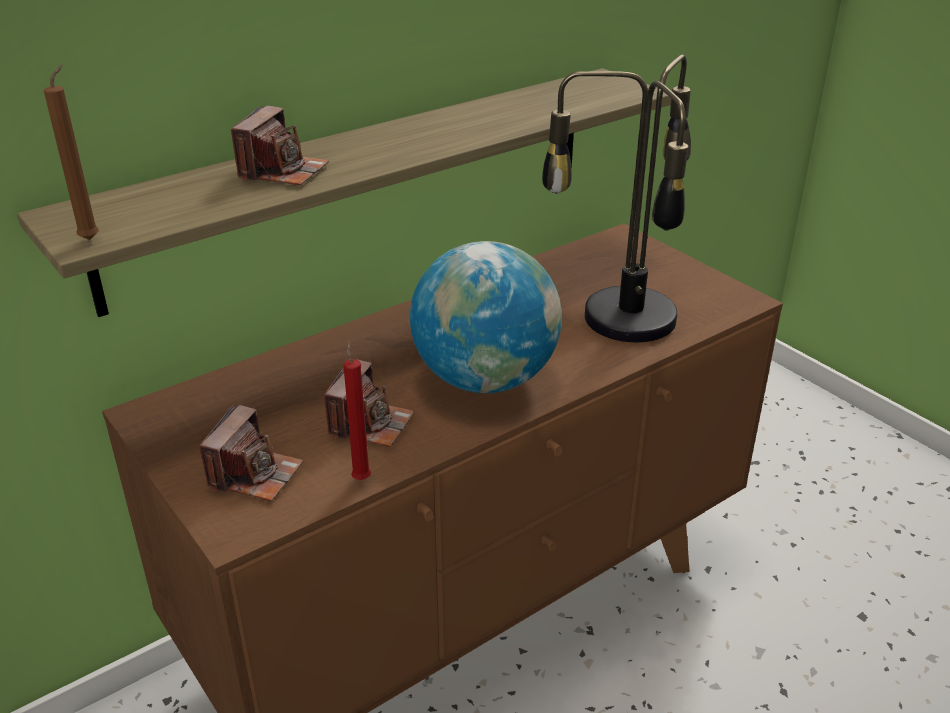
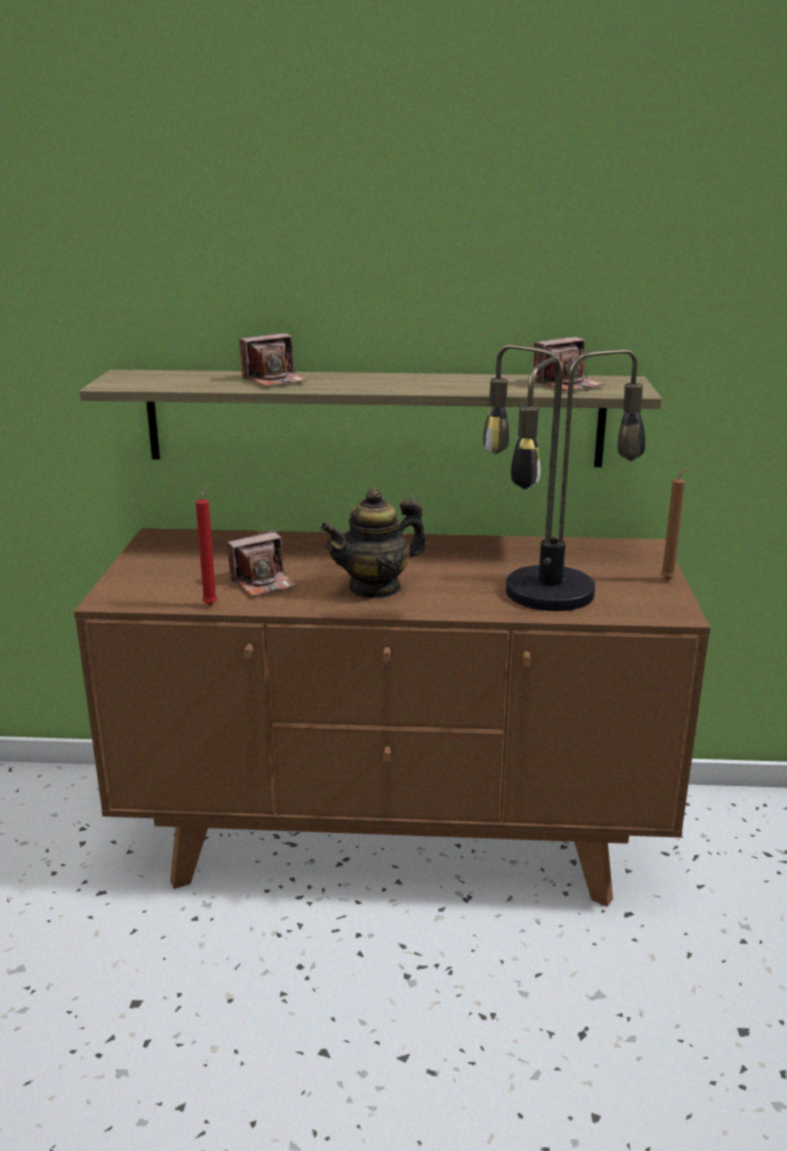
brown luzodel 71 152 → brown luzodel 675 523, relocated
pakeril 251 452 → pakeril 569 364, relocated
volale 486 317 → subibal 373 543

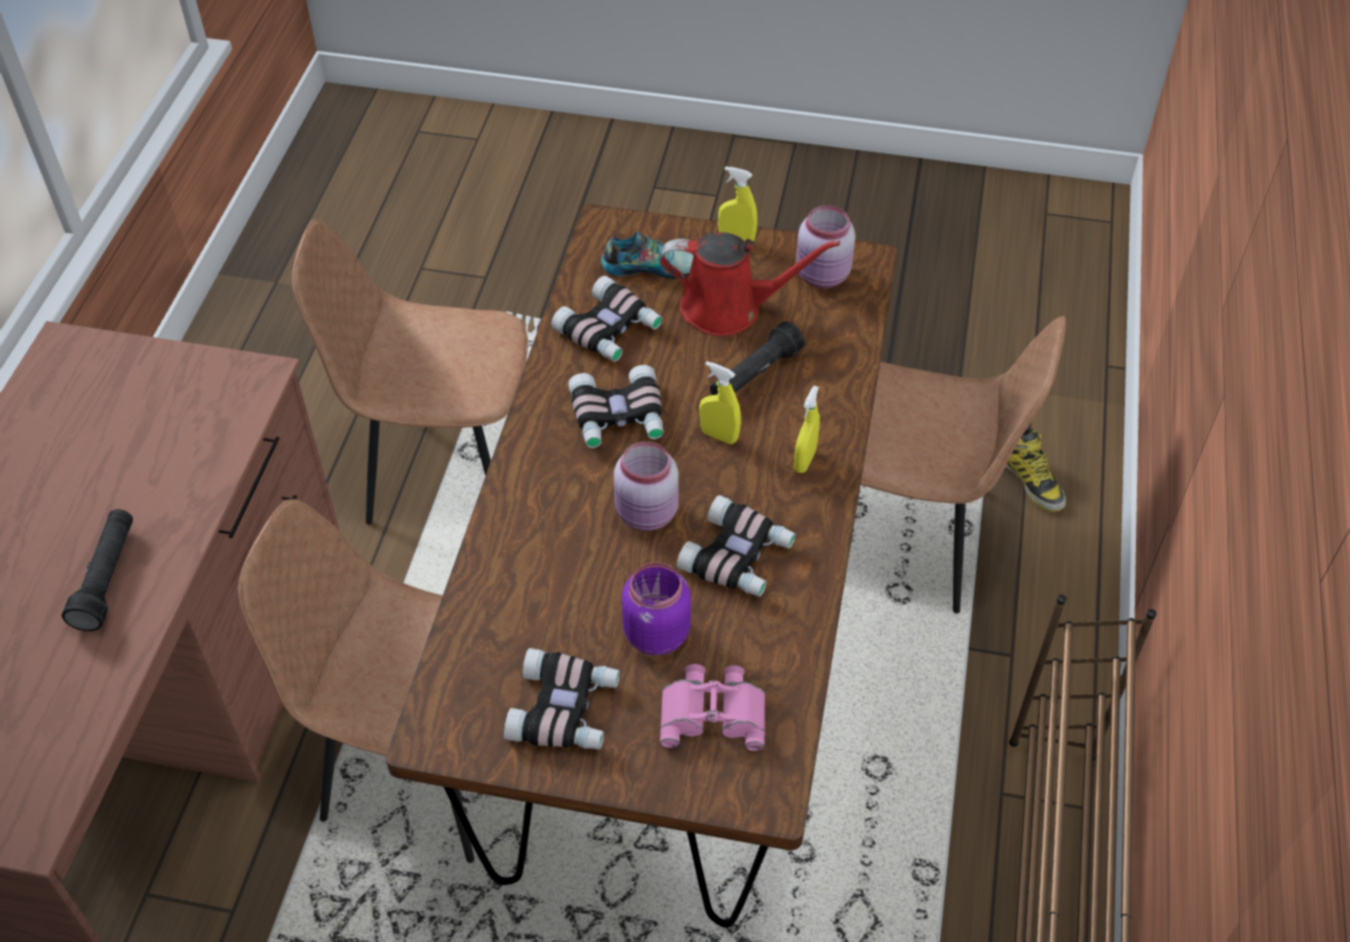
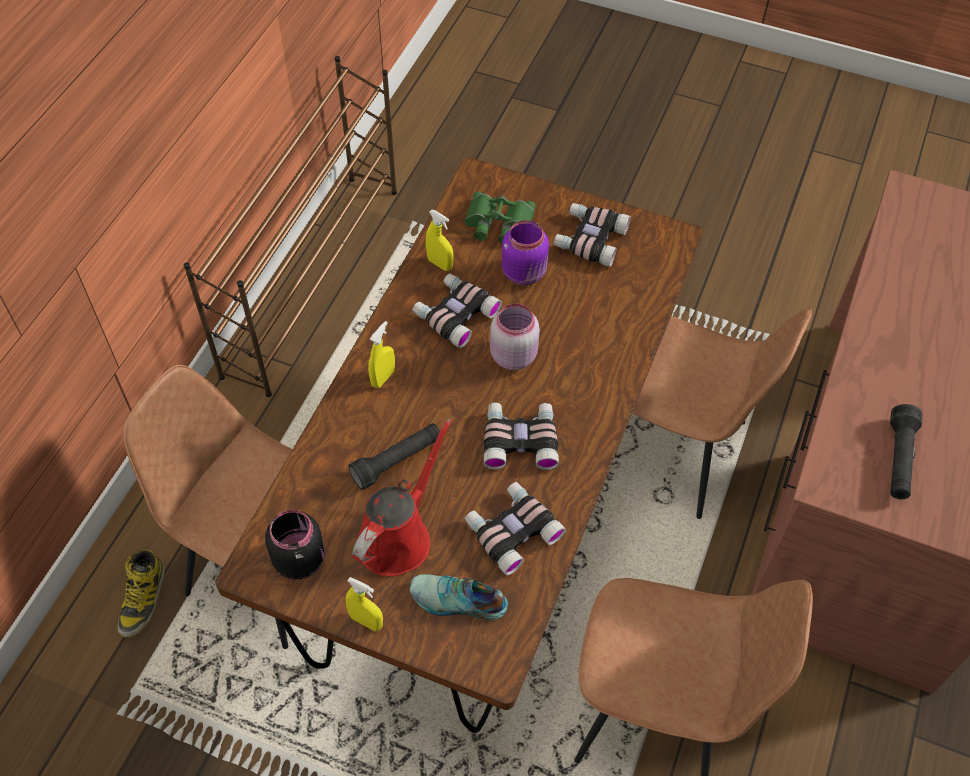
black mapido 97 570 → black mapido 906 451, relocated
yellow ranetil 720 402 → yellow ranetil 439 240, relocated
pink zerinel 712 707 → green zerinel 500 218
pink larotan 825 246 → black larotan 295 545
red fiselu 750 284 → red fiselu 402 497, 105 degrees clockwise
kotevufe 1035 469 → kotevufe 141 594, 150 degrees counterclockwise

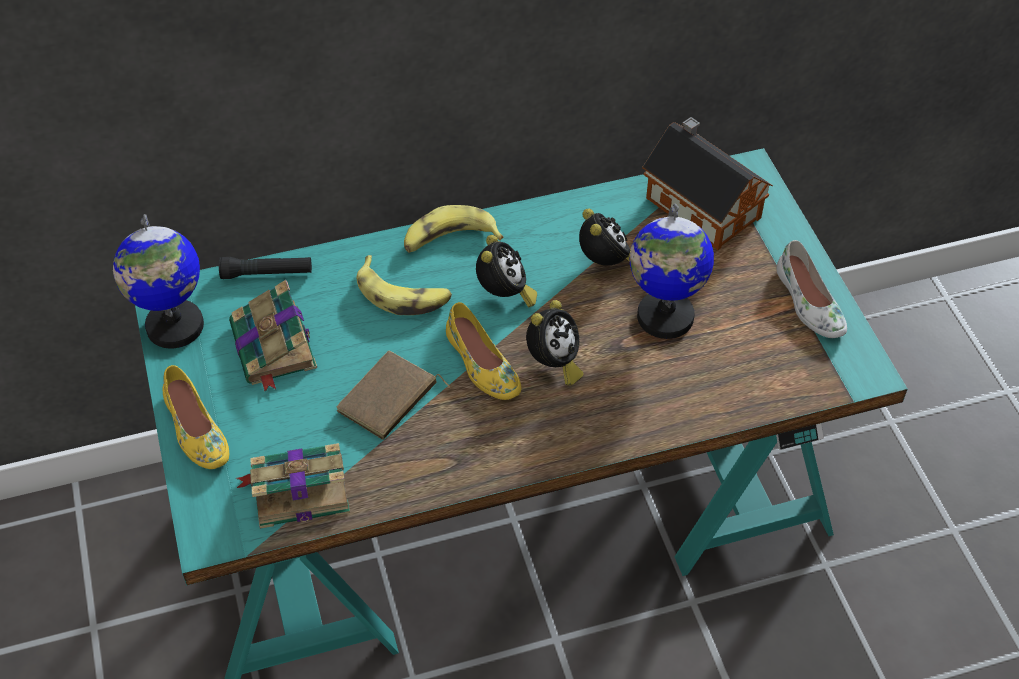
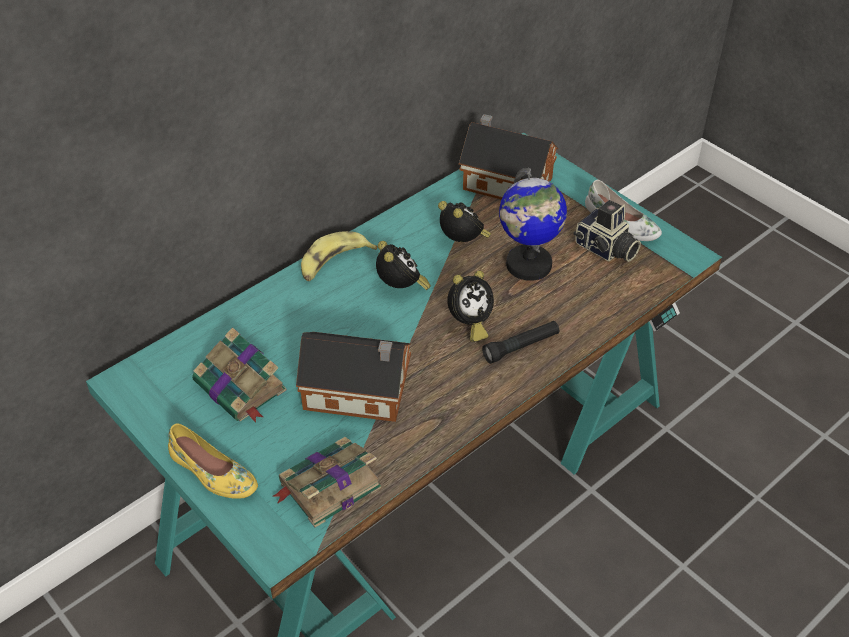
volale 158 281 → -
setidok 404 285 → -
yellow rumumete 483 351 → -
- → pakeril 607 231
black mapido 265 268 → black mapido 520 342, relocated
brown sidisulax 394 395 → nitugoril 353 377
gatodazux 555 342 → gatodazux 470 306, 45 degrees clockwise

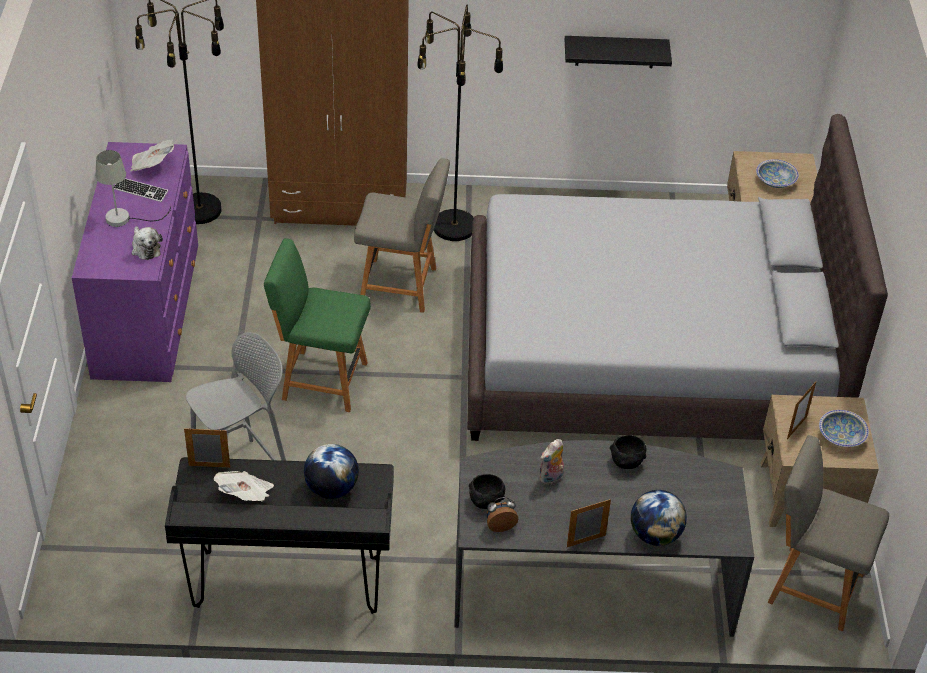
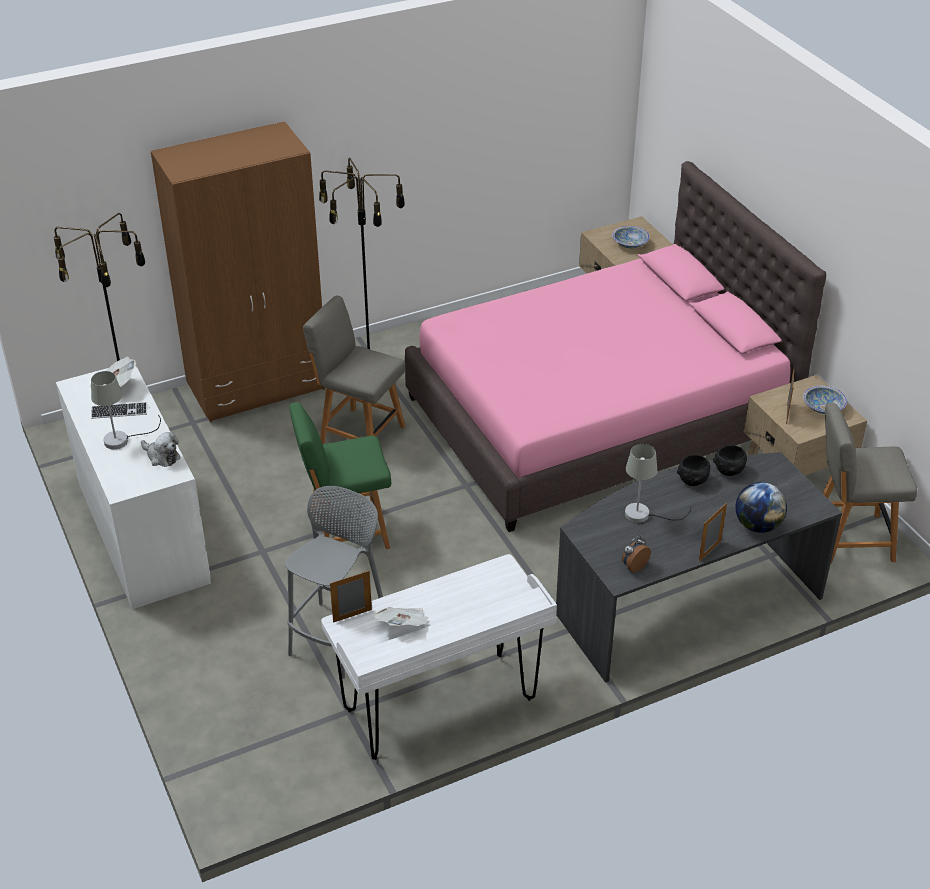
volale 331 471 → -
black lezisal 618 52 → -
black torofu 487 491 → black torofu 730 460, relocated
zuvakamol 551 461 → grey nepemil 658 483
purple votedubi 135 262 → white votedubi 133 487
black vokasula 279 535 → white vokasula 439 657
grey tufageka 677 277 → pink tufageka 615 346
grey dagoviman 402 235 → grey dagoviman 354 369, 135 degrees counterclockwise

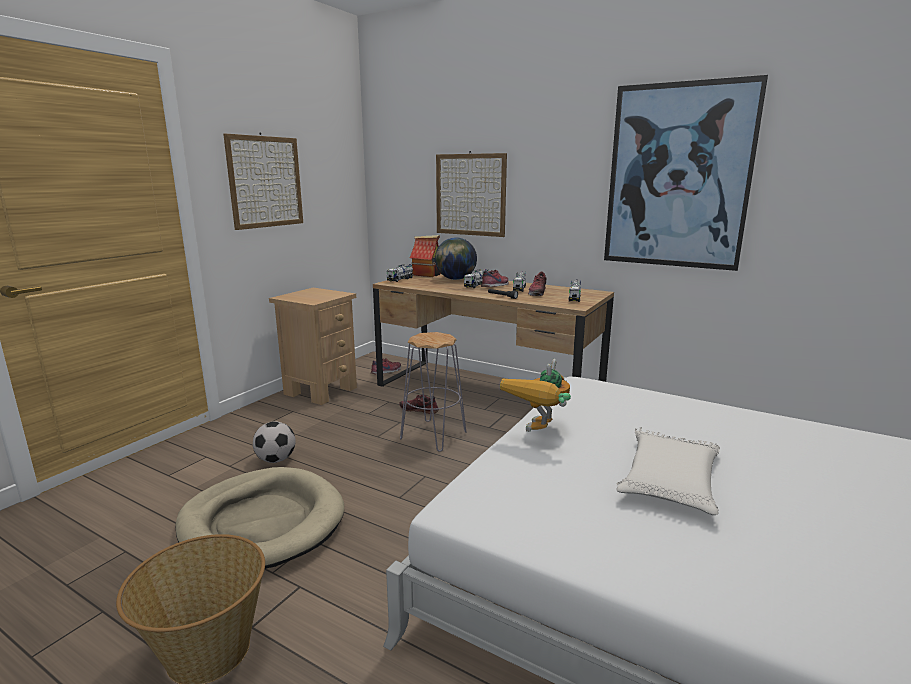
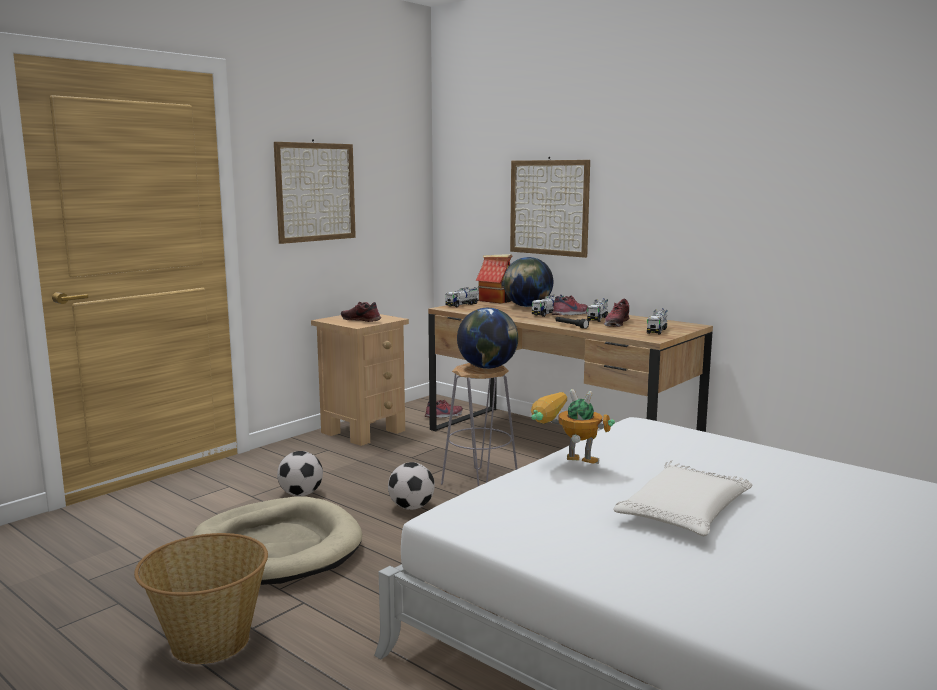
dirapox 686 173 → -
- → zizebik 411 486
- → volale 487 338
rumumete 419 404 → rumumete 361 312, relocated
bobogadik 535 395 → bobogadik 573 426, 75 degrees clockwise

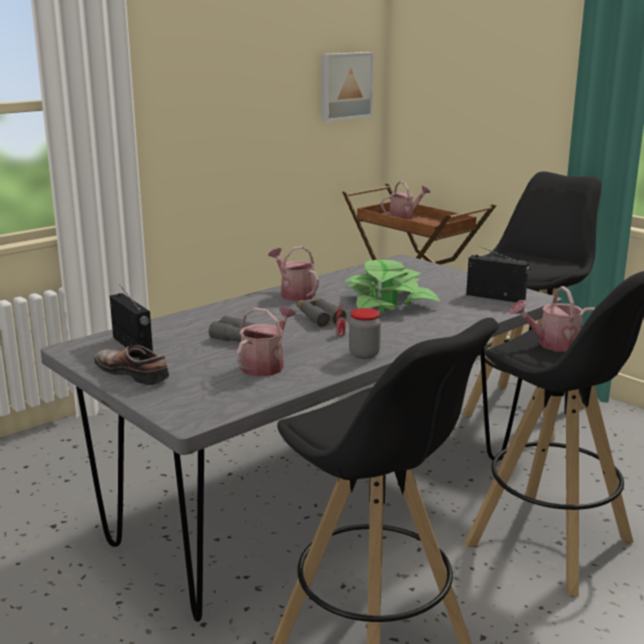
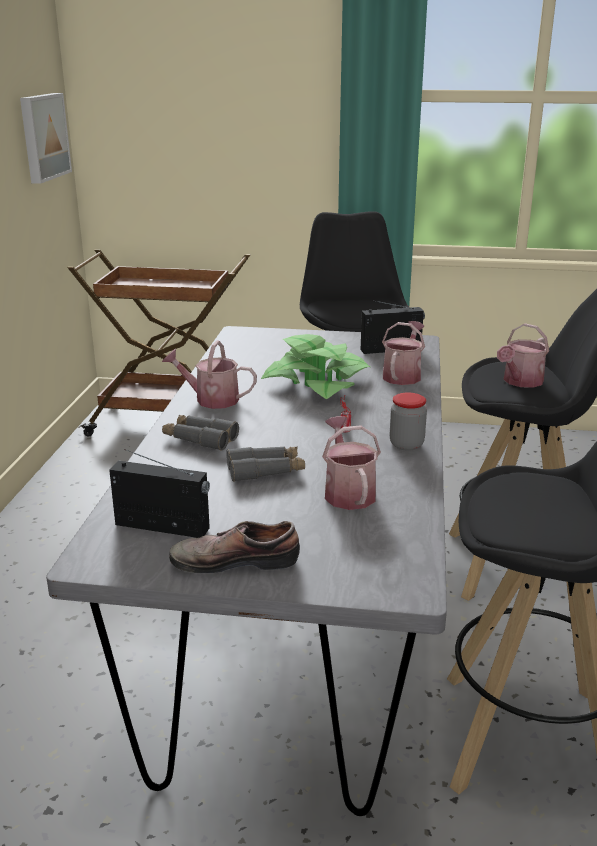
grey zerinel 322 313 → grey zerinel 200 433, relocated
fiselu 406 200 → fiselu 403 353, relocated

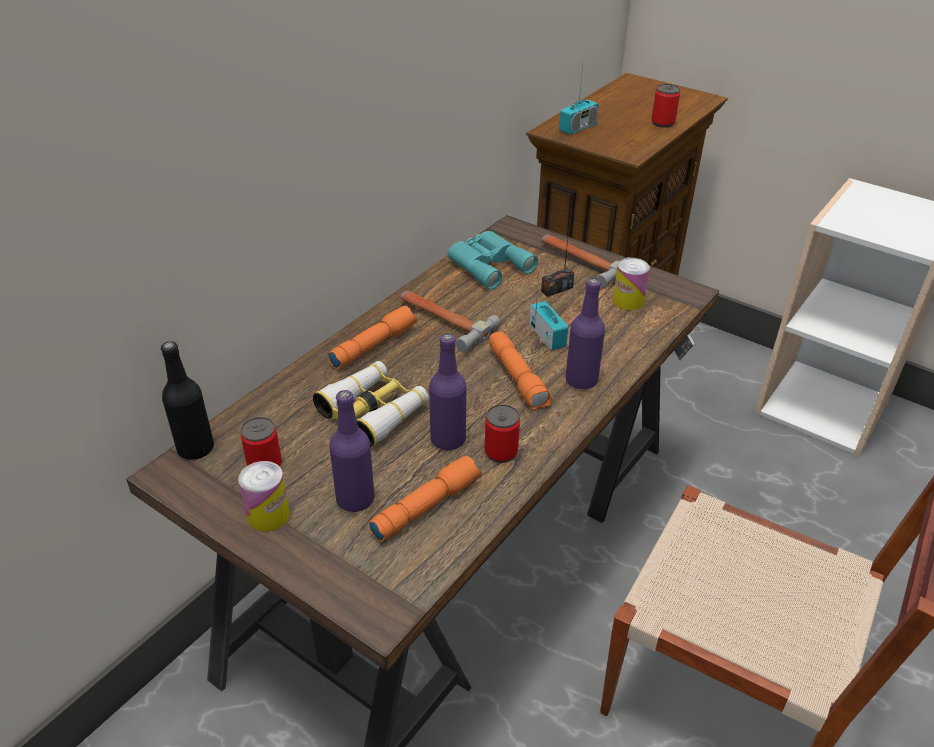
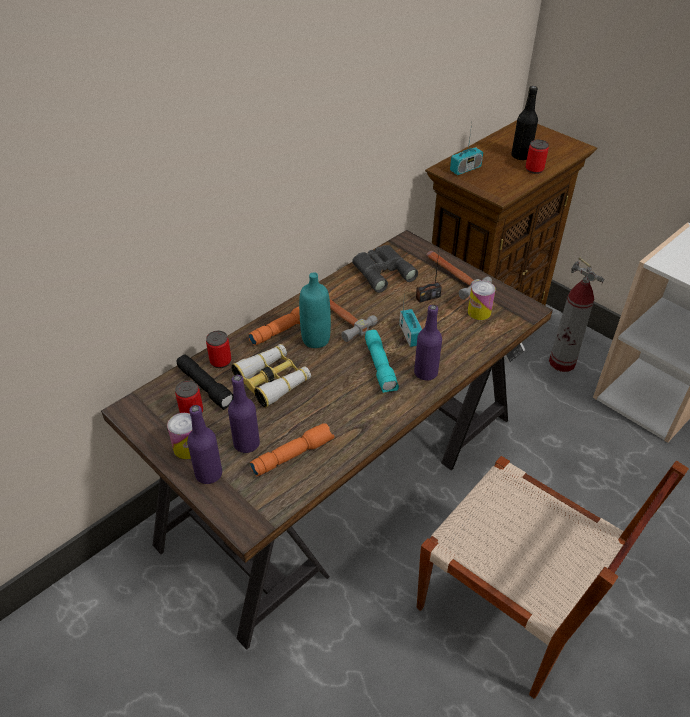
- → black mapido 205 382
- → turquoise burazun 315 310
- → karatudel 576 314
black burazun 187 400 → black burazun 524 123, relocated
purple burazun 447 391 → purple burazun 204 444, relocated
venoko 502 433 → venoko 218 349, relocated
turquoise zerinel 493 260 → grey zerinel 385 269
orange mapido 521 370 → turquoise mapido 382 361

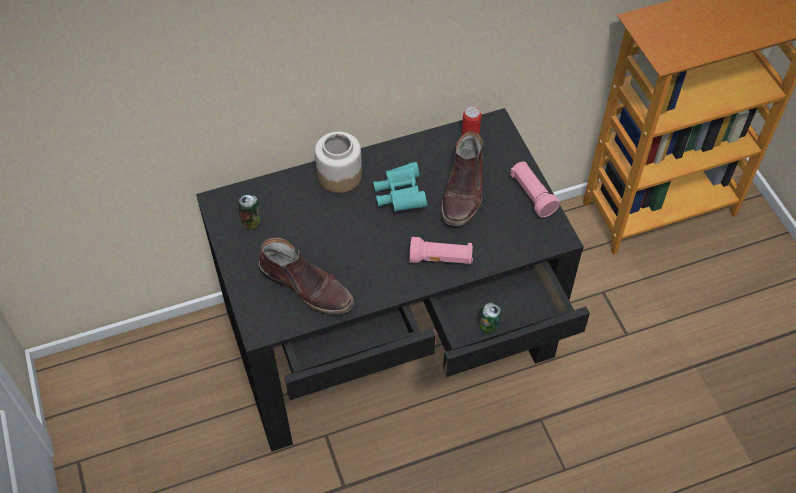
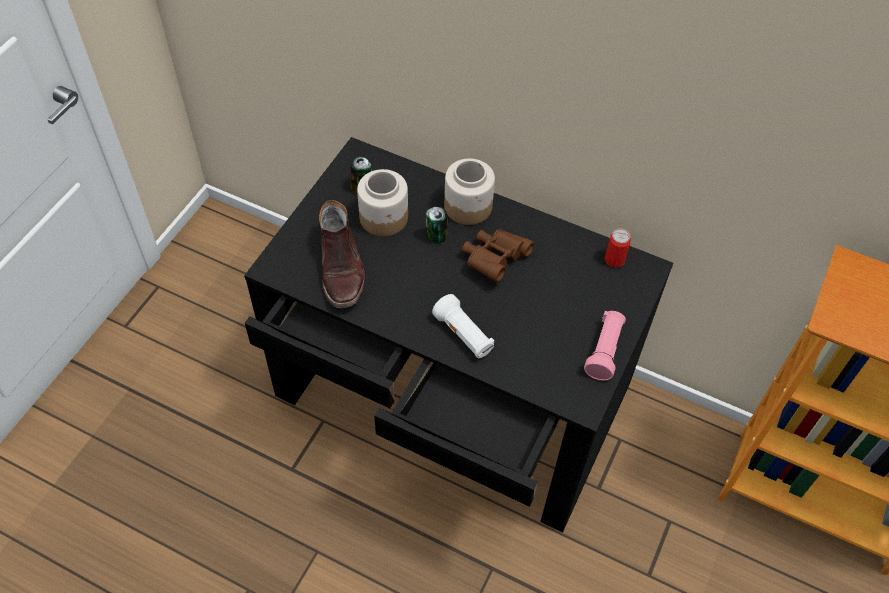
brown kotevufe 462 178 → -
- → larotan 382 202
venoko 491 318 → venoko 437 225, relocated
turquoise zerinel 400 187 → brown zerinel 498 255
pink mapido 441 250 → white mapido 463 326

